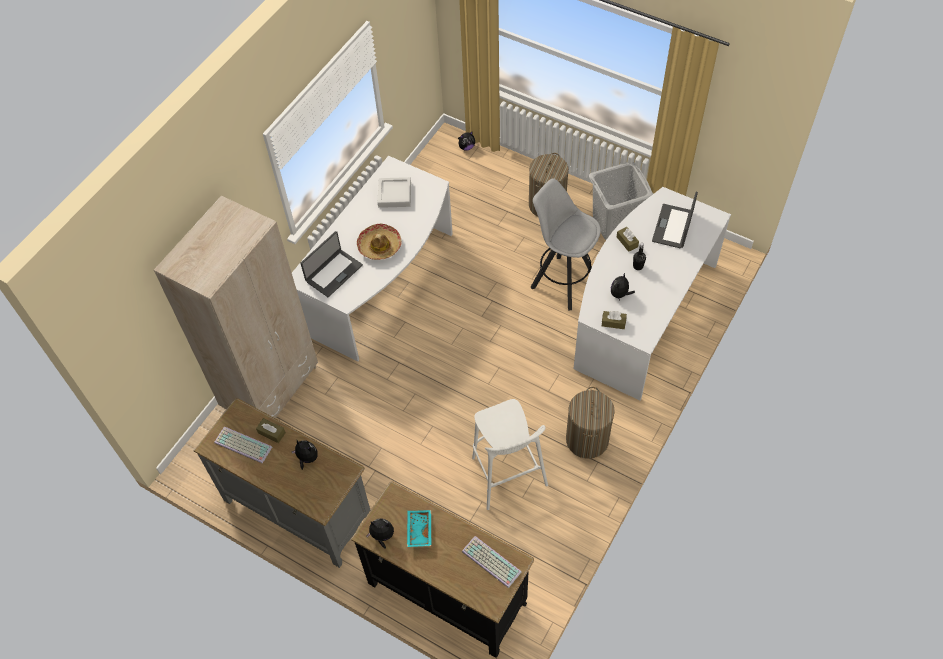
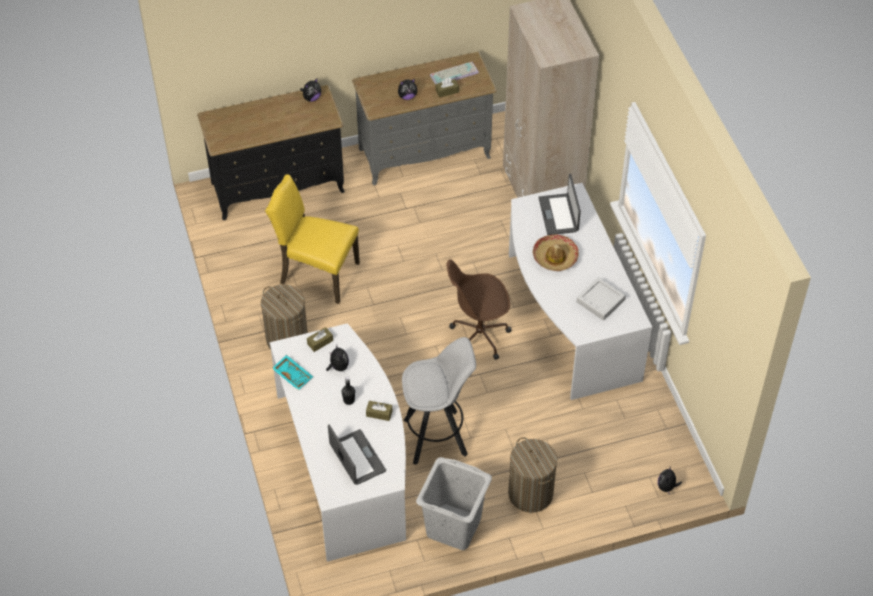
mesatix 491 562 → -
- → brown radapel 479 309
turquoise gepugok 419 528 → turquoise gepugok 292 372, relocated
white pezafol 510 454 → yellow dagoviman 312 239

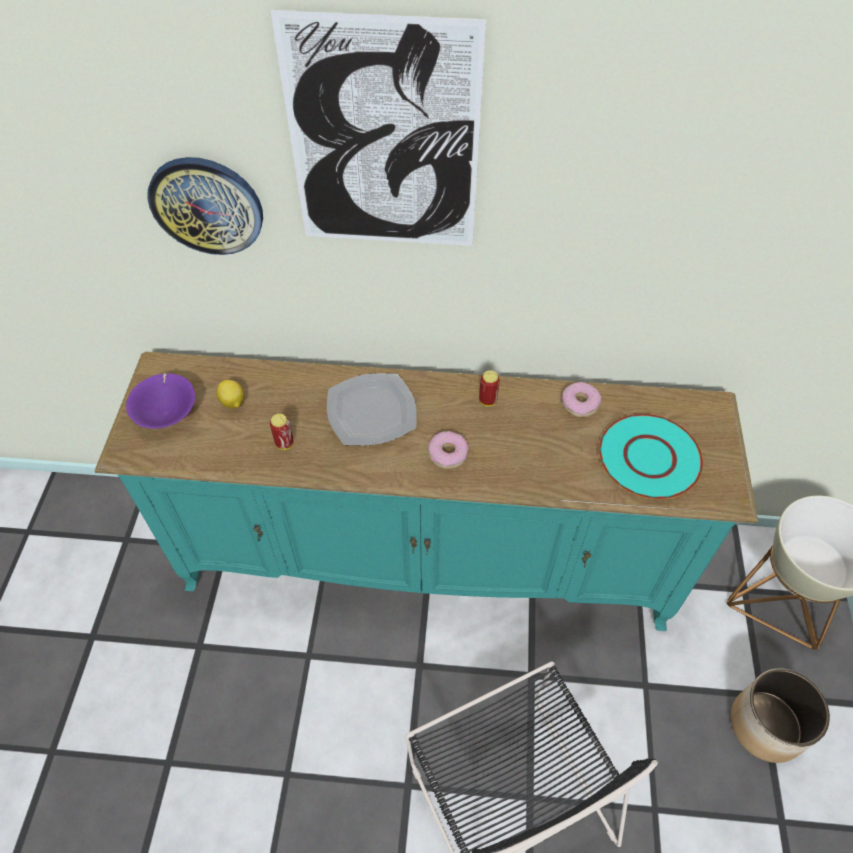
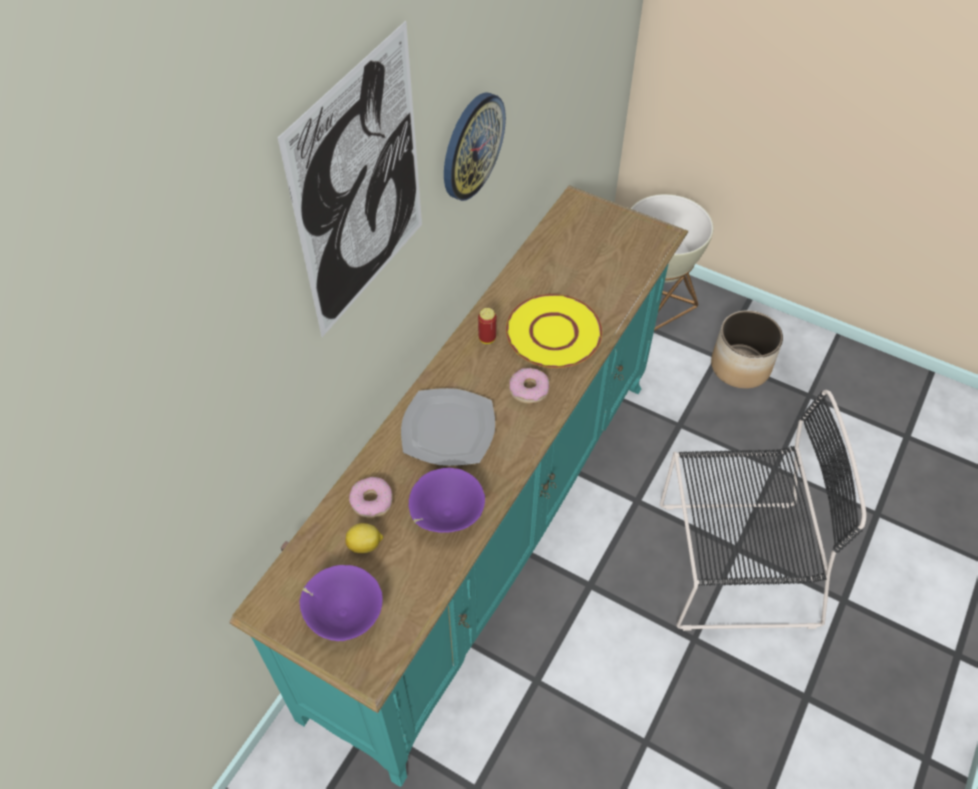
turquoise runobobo 650 457 → -
- → yellow runobobo 554 331
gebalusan 205 206 → gebalusan 475 146, relocated
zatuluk 581 399 → zatuluk 371 497, relocated
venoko 282 432 → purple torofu 447 500

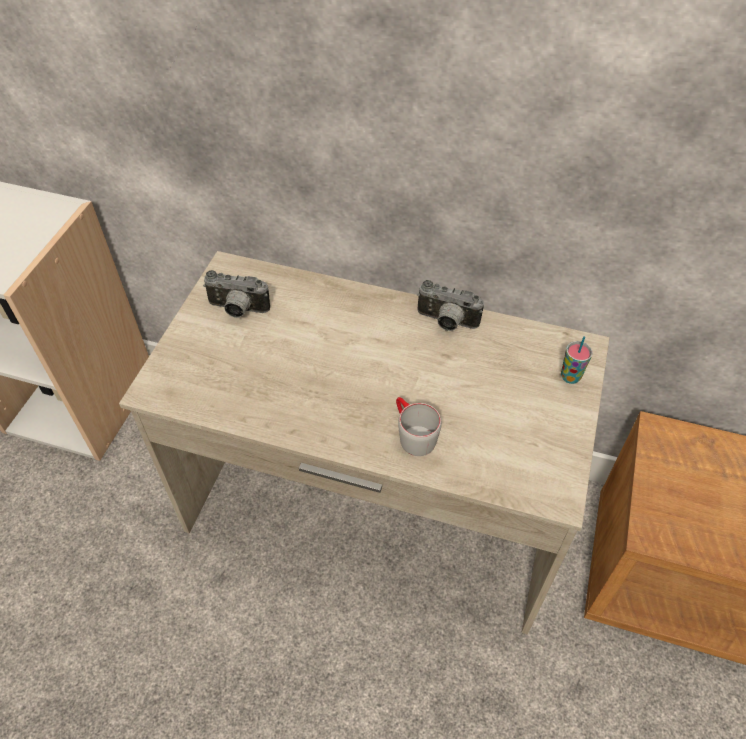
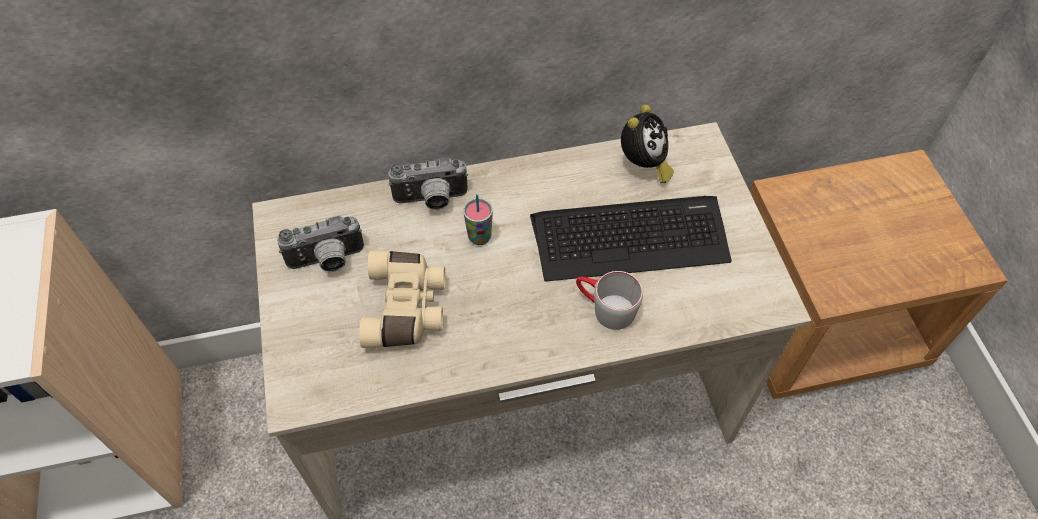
- → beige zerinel 402 299
- → mesatix 631 239
- → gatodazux 647 143
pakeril 450 305 → pakeril 428 184, relocated
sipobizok 577 360 → sipobizok 478 219, relocated

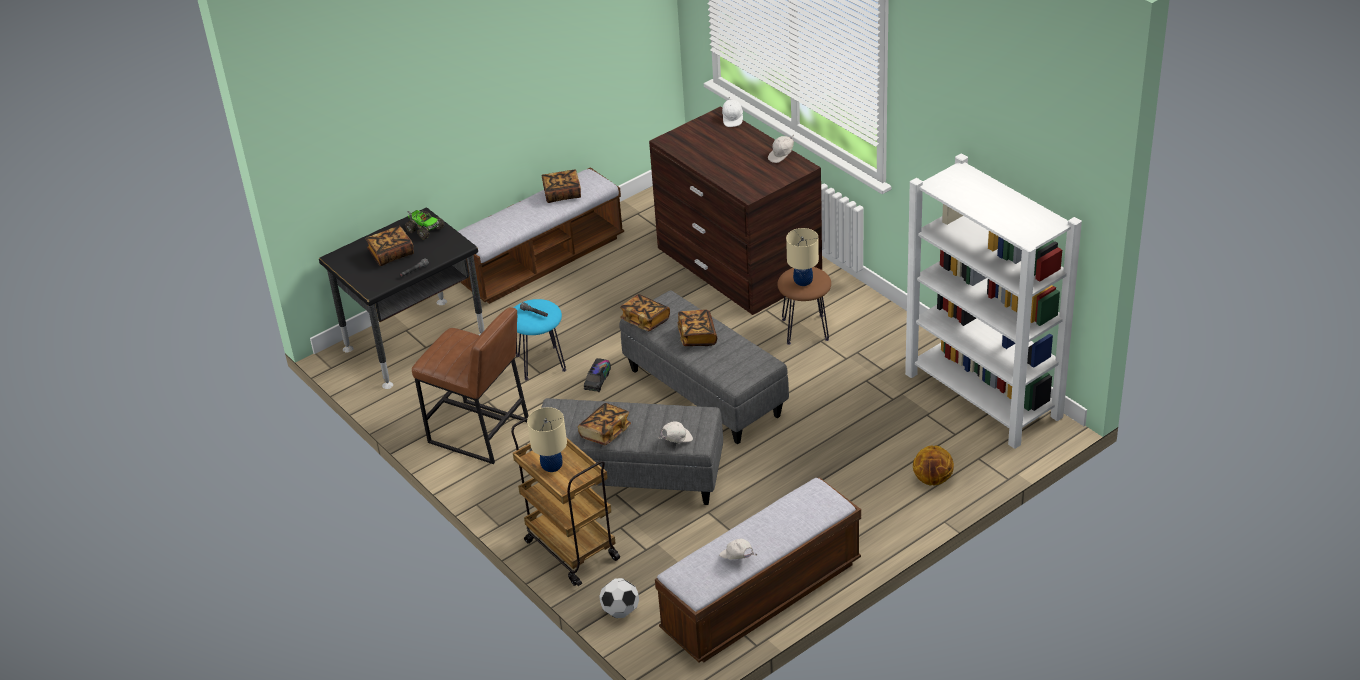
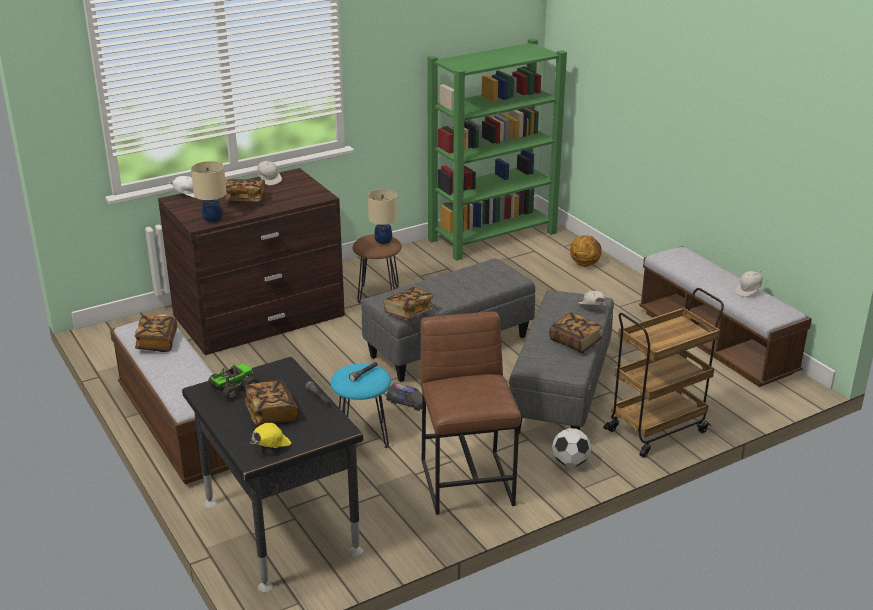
- → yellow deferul 271 435
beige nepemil 547 439 → beige nepemil 209 191, relocated
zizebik 619 598 → zizebik 571 447, relocated
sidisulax 697 328 → sidisulax 245 190, relocated
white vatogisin 993 301 → green vatogisin 497 149
brown dagoviman 470 385 → brown dagoviman 470 413, 45 degrees counterclockwise

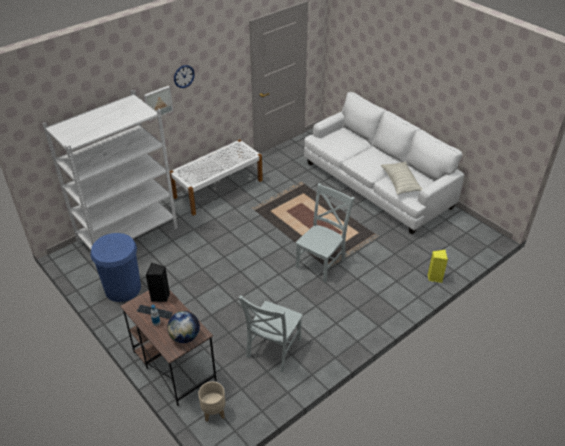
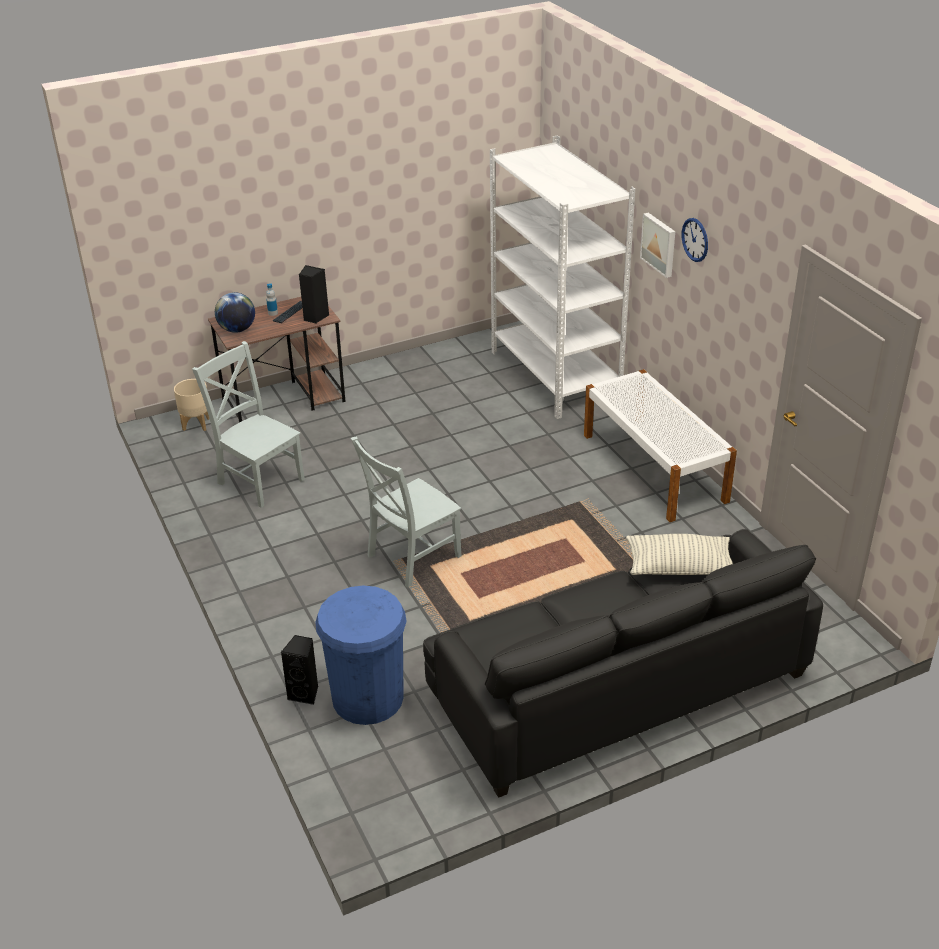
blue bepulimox 115 267 → blue bepulimox 360 655, relocated
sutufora 402 178 → sutufora 679 554, relocated
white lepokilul 384 163 → black lepokilul 623 663
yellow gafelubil 437 266 → black gafelubil 299 670
grey dagoviman 325 232 → grey dagoviman 406 512, 90 degrees clockwise

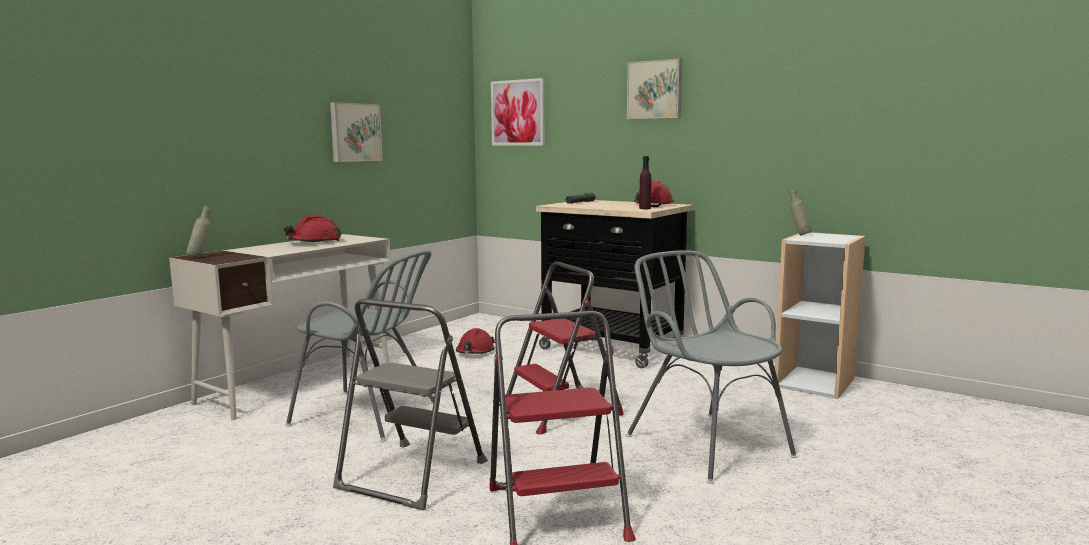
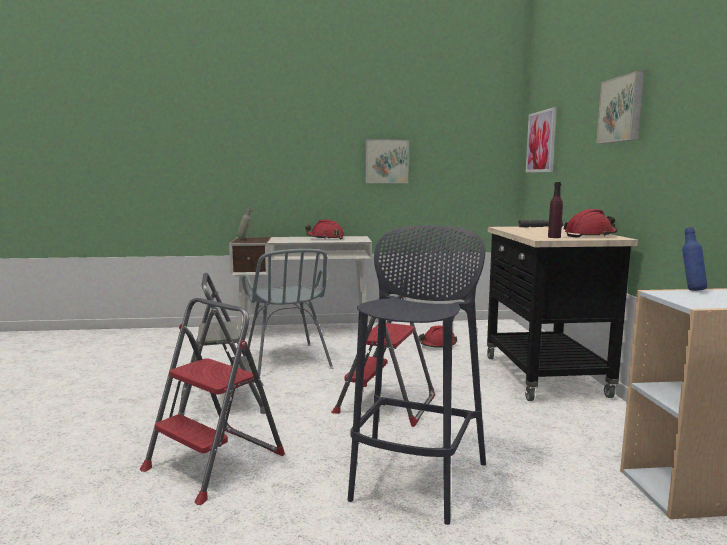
grey dagoviman 711 367 → grey pezafol 417 375
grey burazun 800 212 → blue burazun 694 259

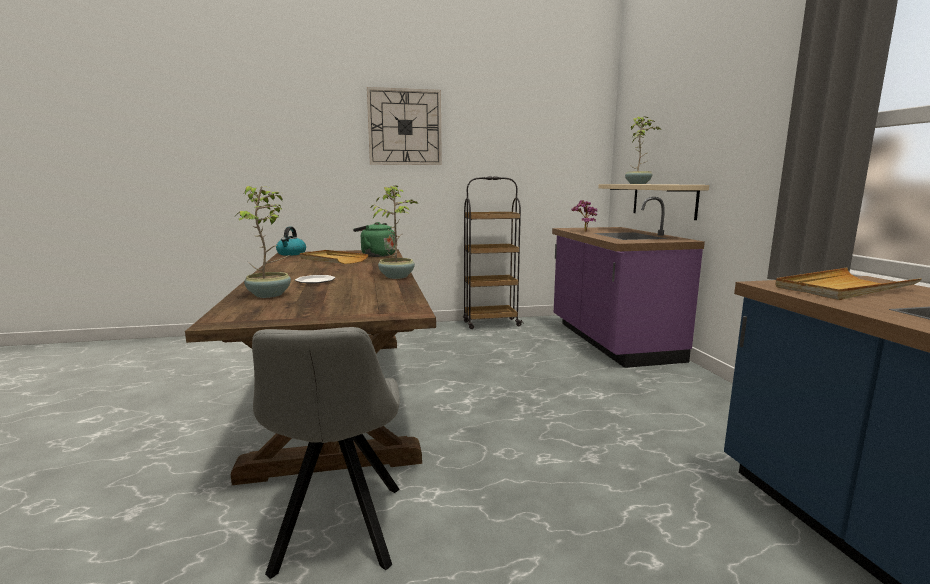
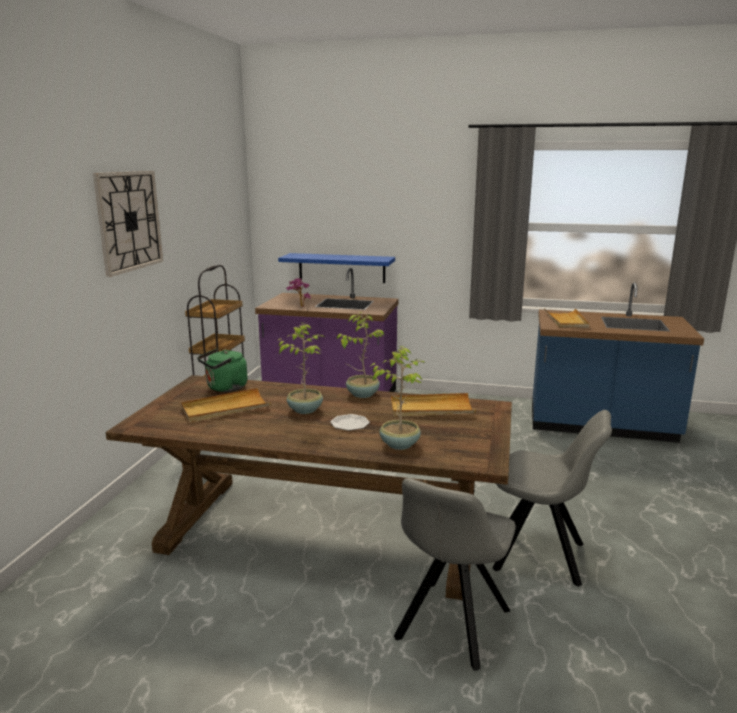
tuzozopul 291 241 → -
- → beige gepugok 433 405
- → grey dagoviman 455 574
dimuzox 643 150 → dimuzox 300 369, relocated
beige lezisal 653 202 → blue lezisal 336 268

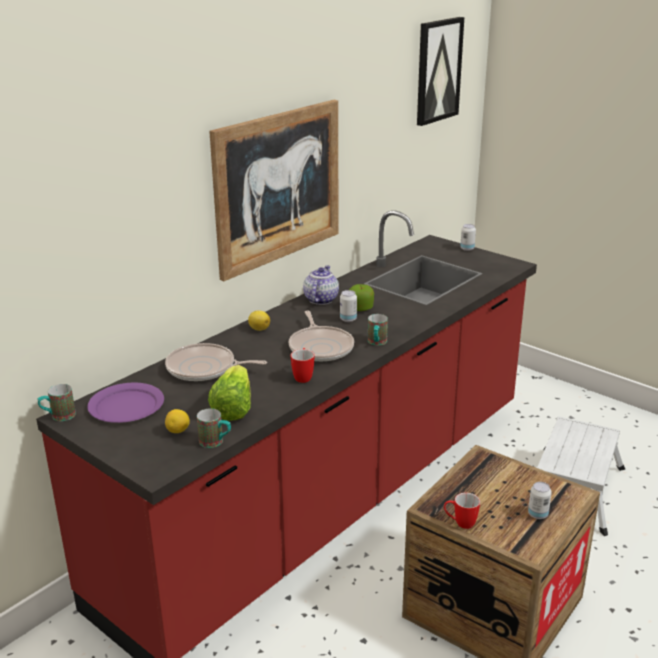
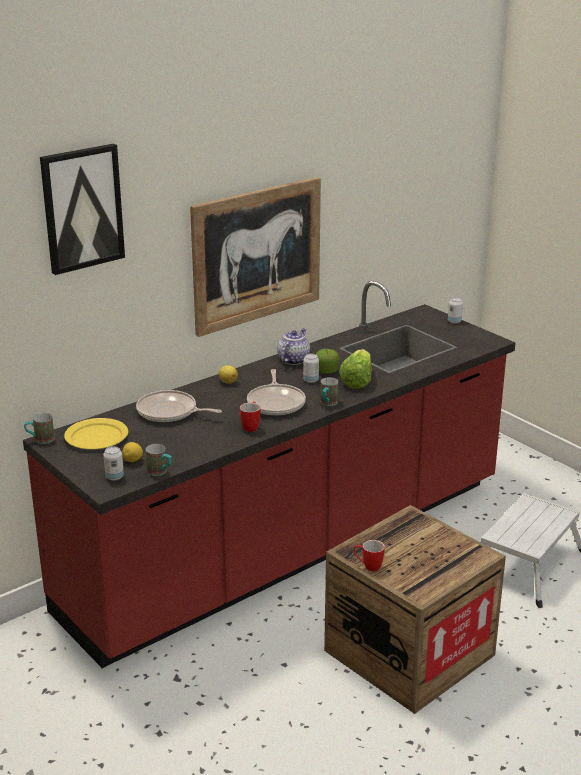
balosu 229 393 → balosu 355 369, relocated
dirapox 440 71 → dirapox 82 209, relocated
venoko 540 500 → venoko 113 463, relocated
purple runobobo 125 403 → yellow runobobo 96 433

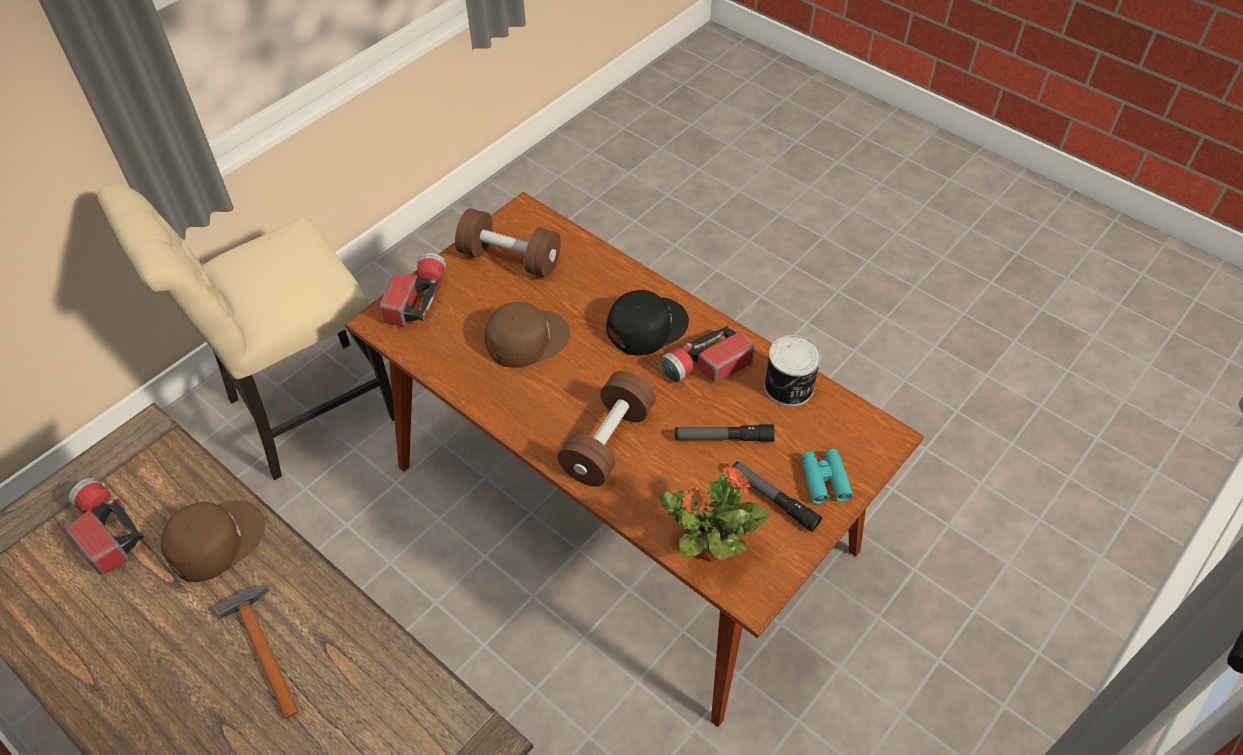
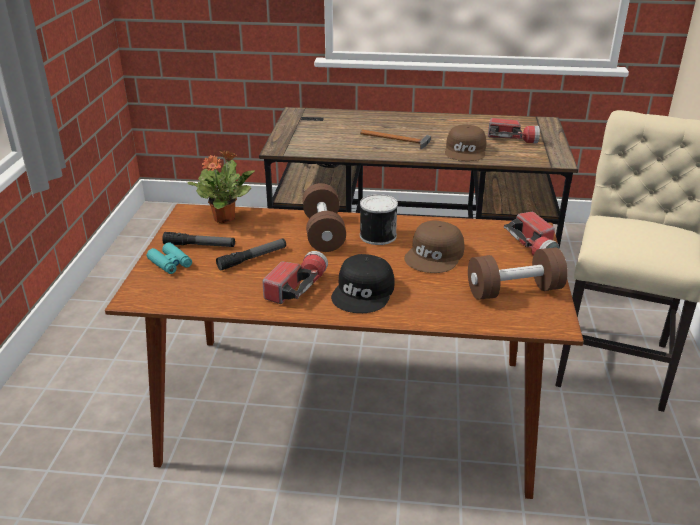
venoko 792 370 → venoko 379 219, relocated

